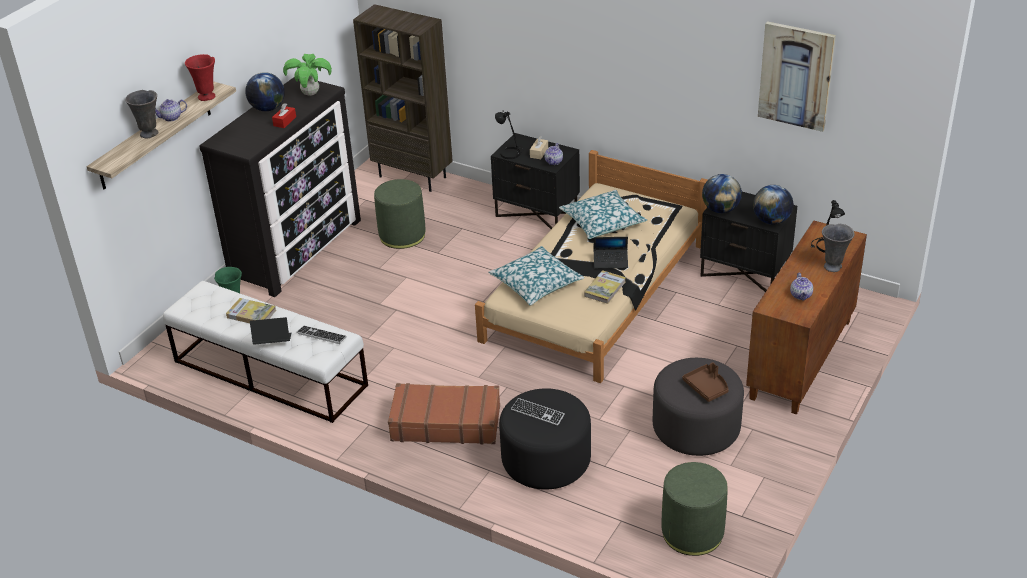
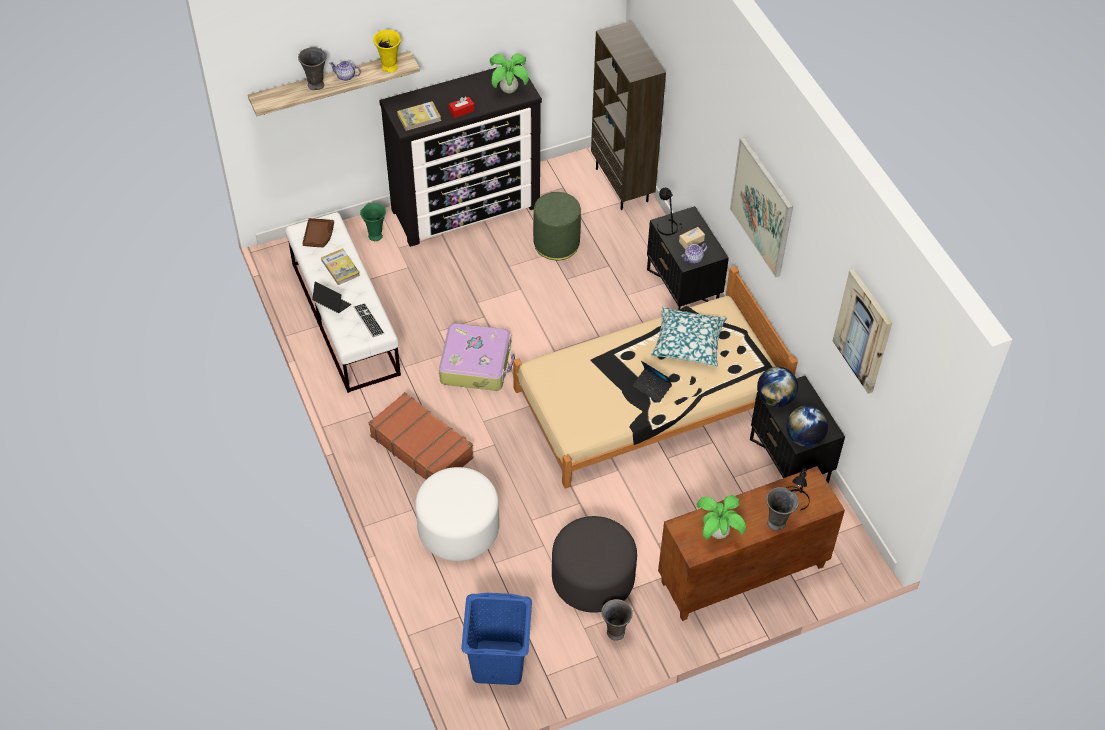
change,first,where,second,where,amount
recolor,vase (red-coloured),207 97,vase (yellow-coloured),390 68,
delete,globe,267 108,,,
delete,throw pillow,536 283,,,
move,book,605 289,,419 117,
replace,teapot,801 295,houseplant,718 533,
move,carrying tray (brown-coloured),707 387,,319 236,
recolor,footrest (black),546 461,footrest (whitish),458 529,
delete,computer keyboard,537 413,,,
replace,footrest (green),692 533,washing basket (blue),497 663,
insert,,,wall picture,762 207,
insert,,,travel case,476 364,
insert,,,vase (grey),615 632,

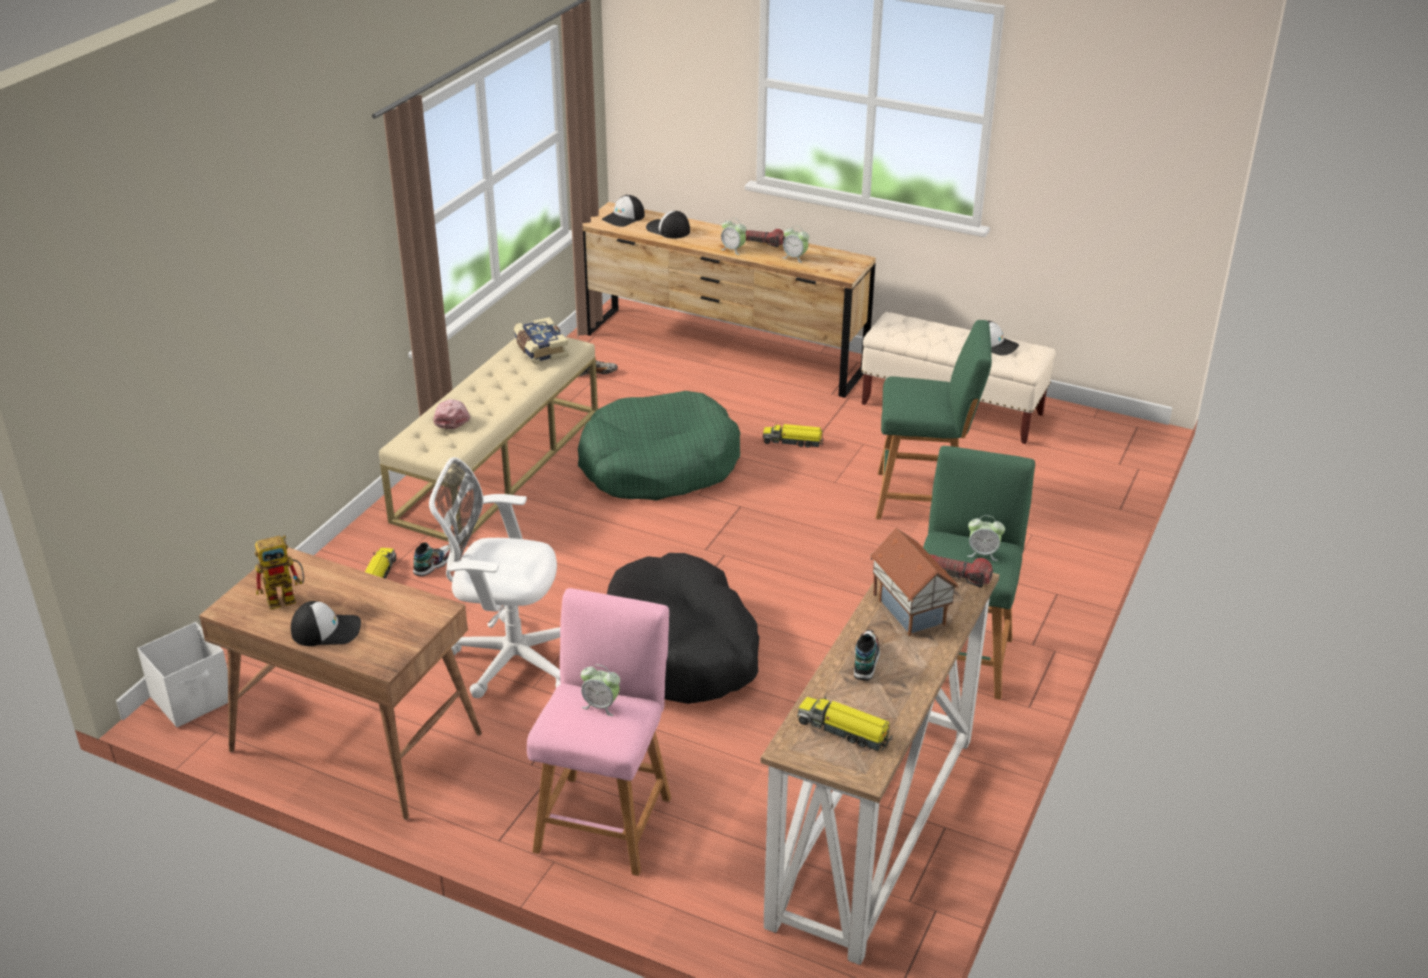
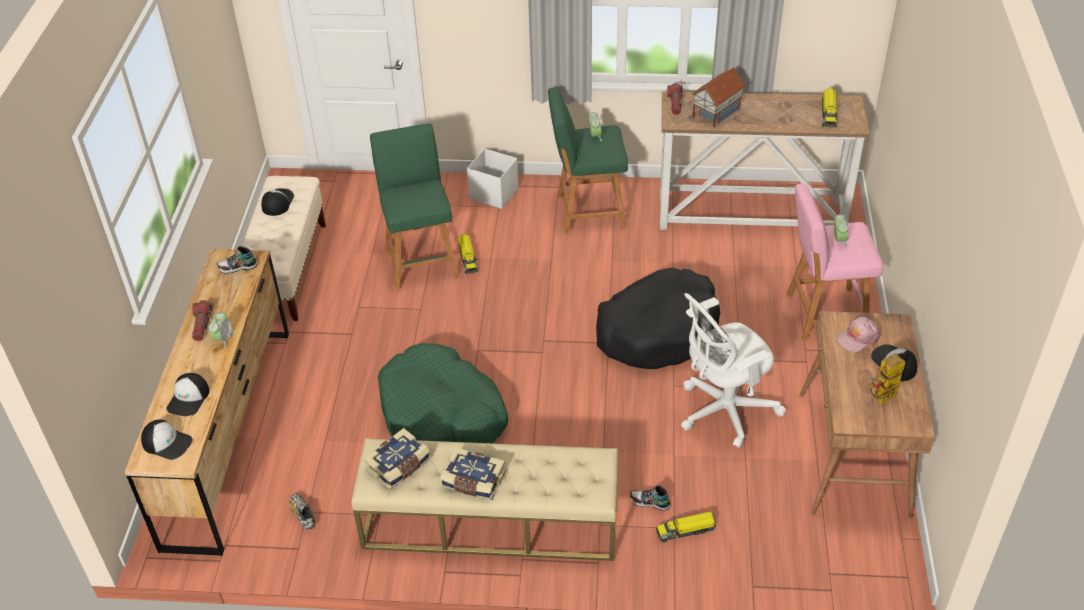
change,first,where,second,where,amount
delete,alarm clock,795 257,,,
move,baseball cap (pinkish),451 418,,857 338,
move,toy lorry,793 442,,468 258,
rotate,desk chair (whitish),509 658,,723 411,75 degrees clockwise
rotate,robot figure,287 597,,881 400,75 degrees counterclockwise
move,storage box (whitish),193 699,,493 193,
move,shoe,865 661,,238 267,
insert,,,book,473 482,

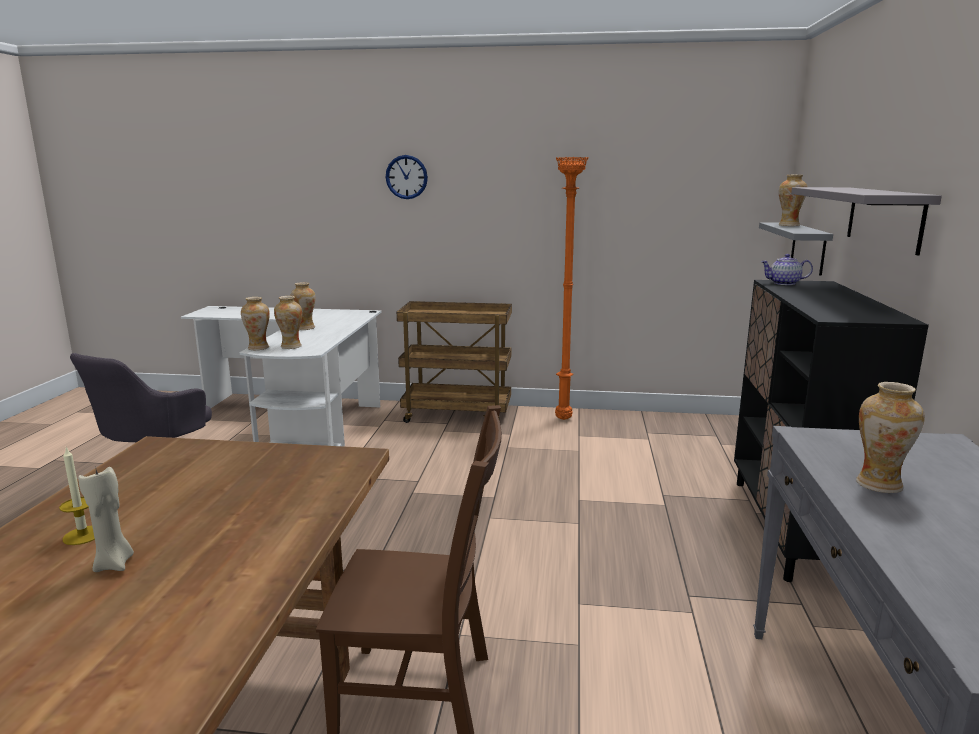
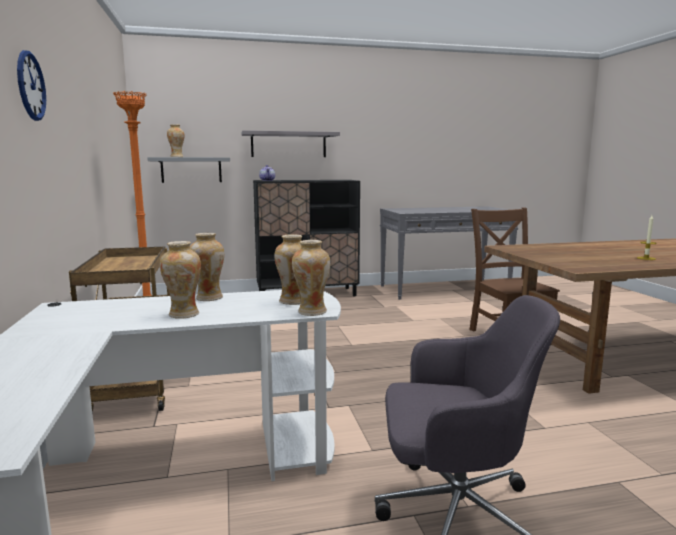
change,first,where,second,where,amount
move,vase,878 484,,209 298,
delete,wax light (sand-coloured),114 564,,,

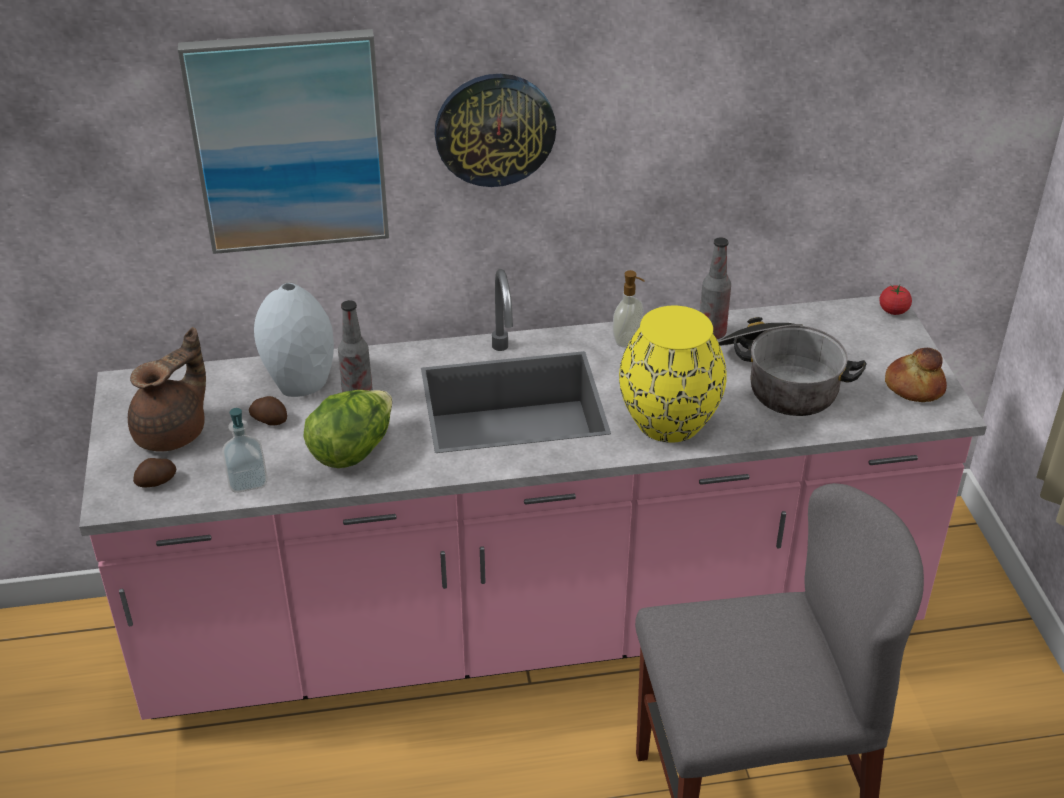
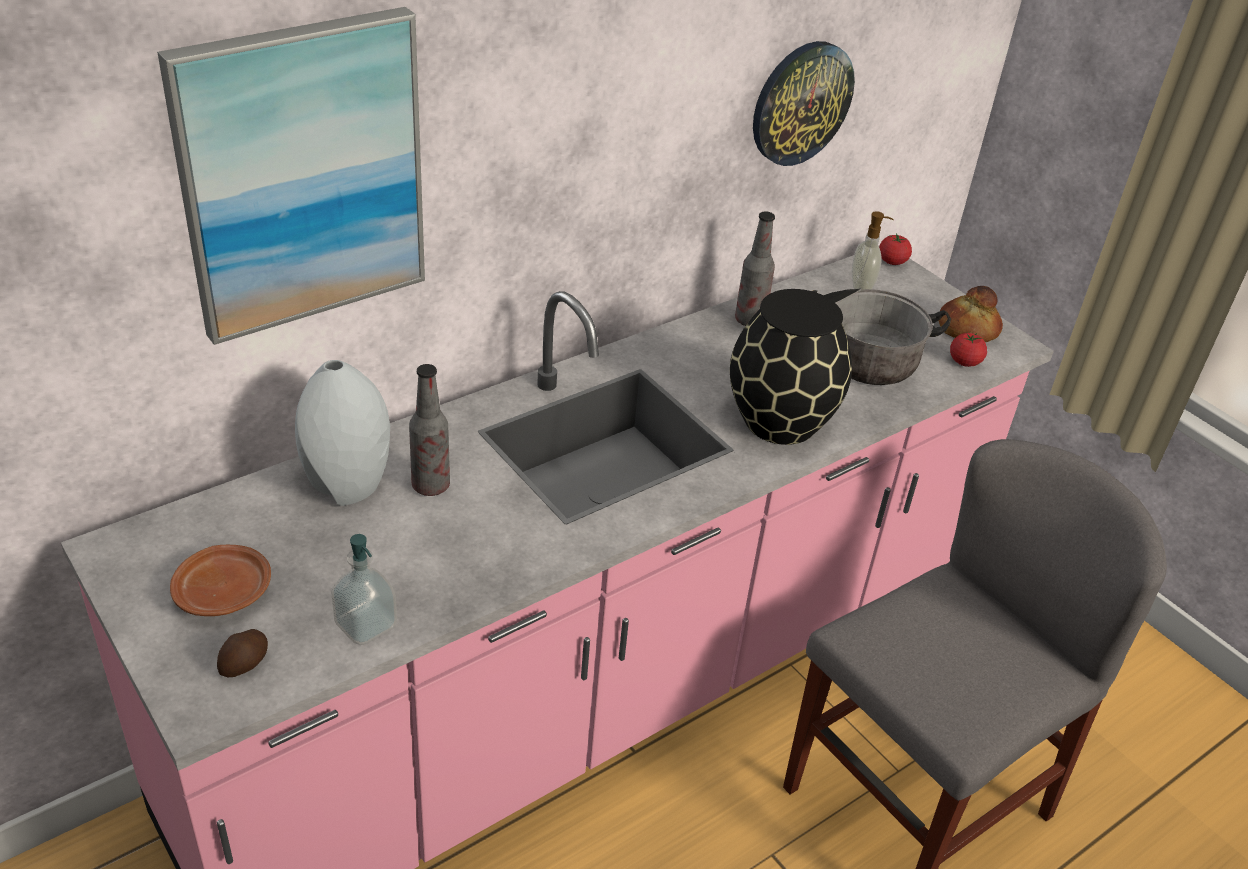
change,first,where,second,where,amount
move,clock on the wall,494 129,,801 103,
move,soap dispenser,628 340,,862 287,
recolor,vase (yellow-coloured),669 420,vase (black),779 420,
replace,teapot (brown-coloured),174 432,dinner plate (brown-coloured),224 592,
delete,head of lettuce,352 450,,,
delete,spud,269 419,,,
insert,,,whole tomato,964 362,

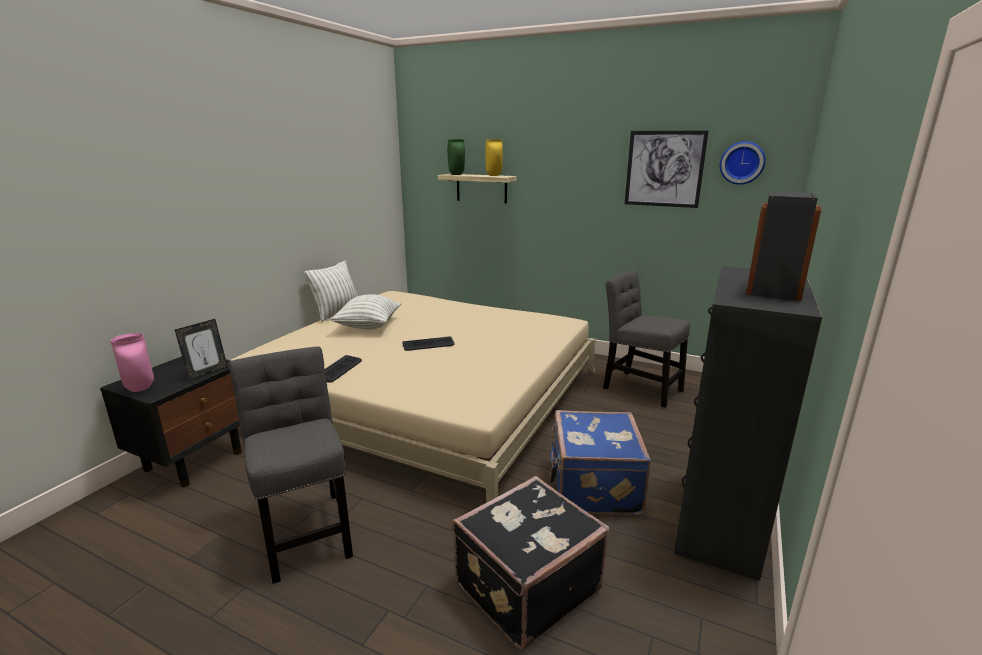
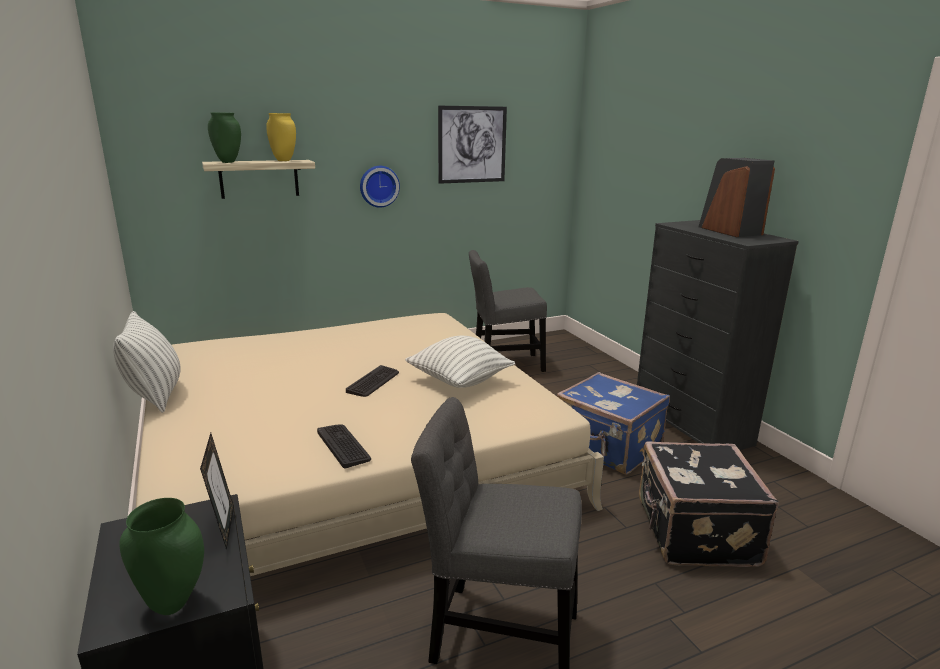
change,first,where,second,where,amount
move,clock on the wall,742 163,,379 186,
move,throw pillow,368 326,,459 382,
recolor,vase (pinkish),141 388,vase (green),174 602,

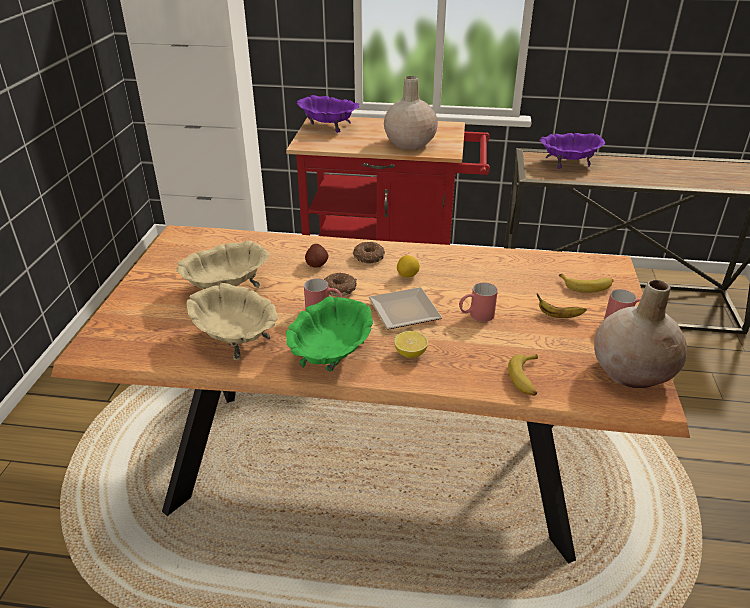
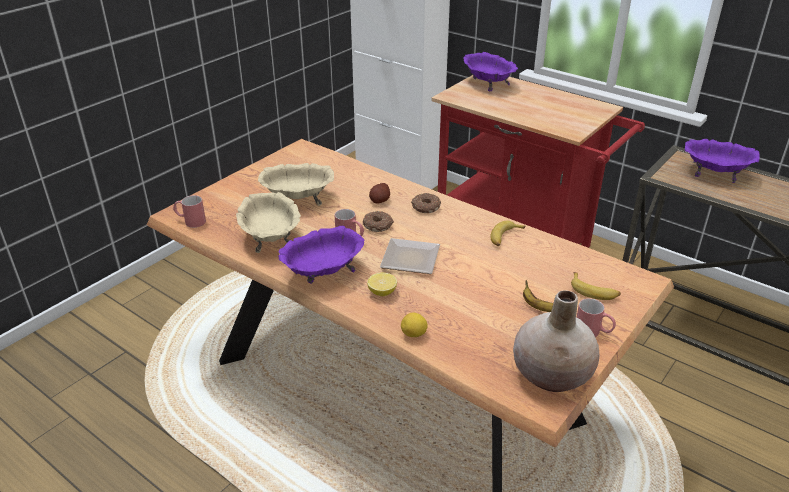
change,first,where,second,where,amount
delete,vase (sand-coloured),409 144,,,
move,lemon,408 276,,414 334,
move,mug (red-coloured),476 316,,190 221,
recolor,deep dish (green),331 356,deep dish (purple-coloured),323 273,
move,whole banana,526 379,,505 237,

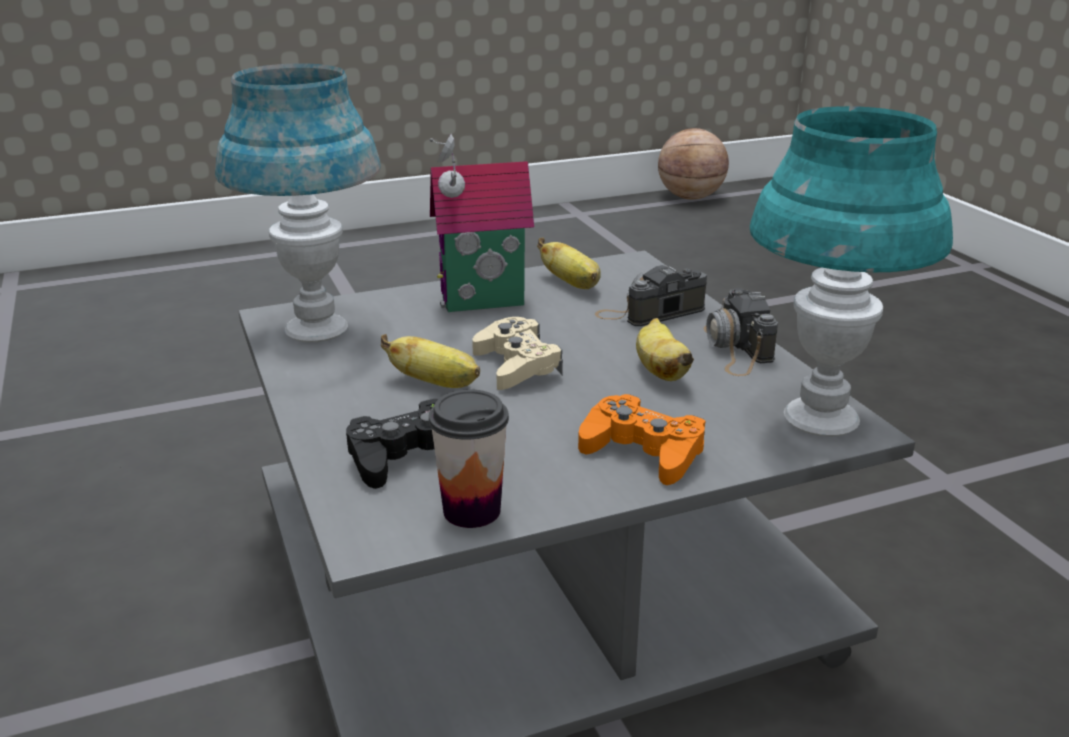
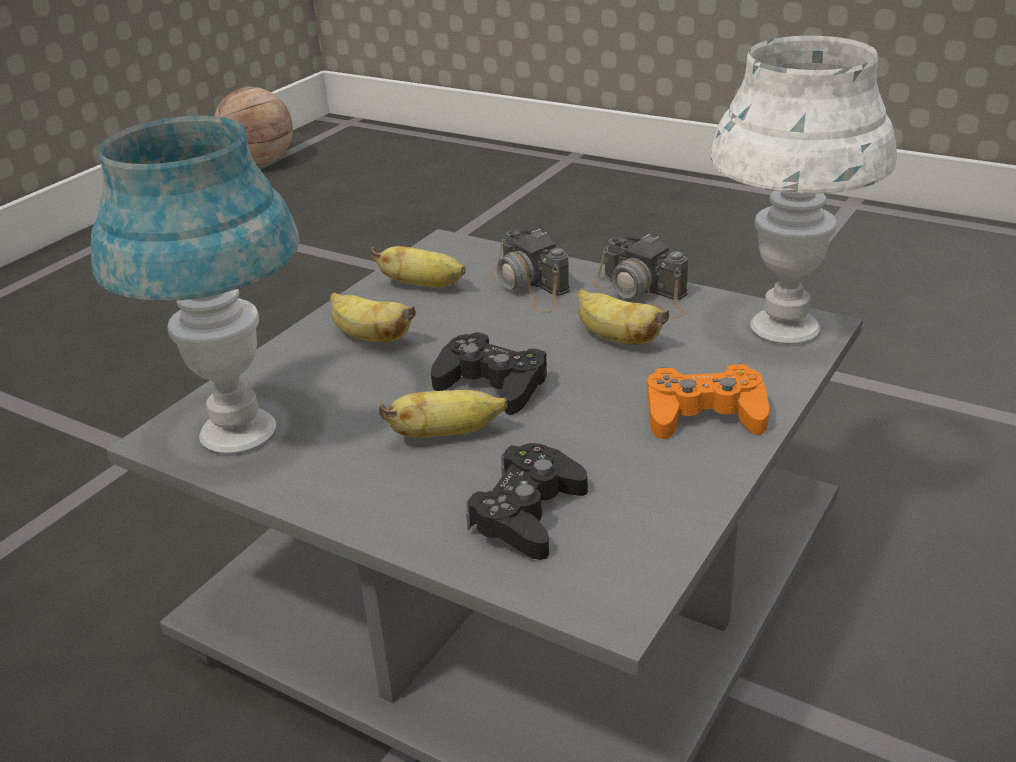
change,first,where,second,where,amount
recolor,table lamp (turquoise-coloured),821 419,table lamp (whitish),785 329,
replace,toy house,483 304,whole banana,370 337,
rotate,still camera,650 311,,530 286,60 degrees counterclockwise
recolor,gamepad (sand-coloured),517 365,gamepad (black),492 385,
delete,small cup,472 511,,,

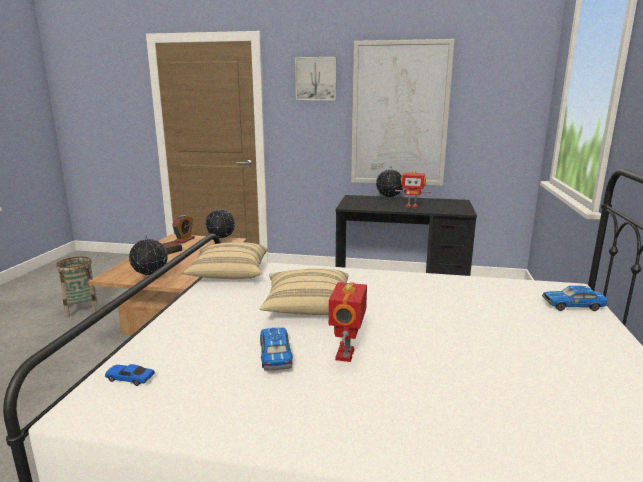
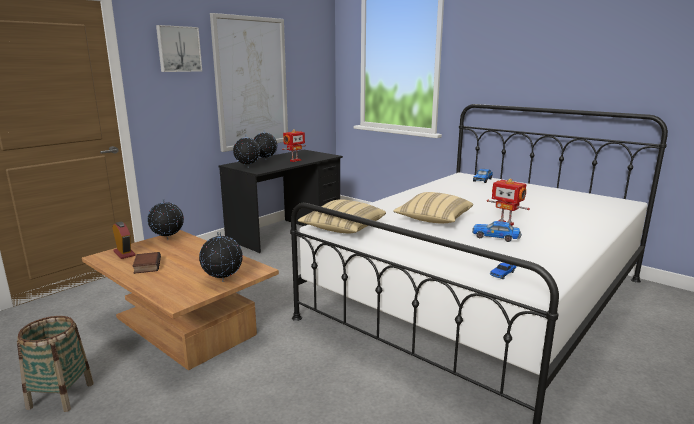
change,first,where,second,where,amount
insert,,,globe,247 167,

